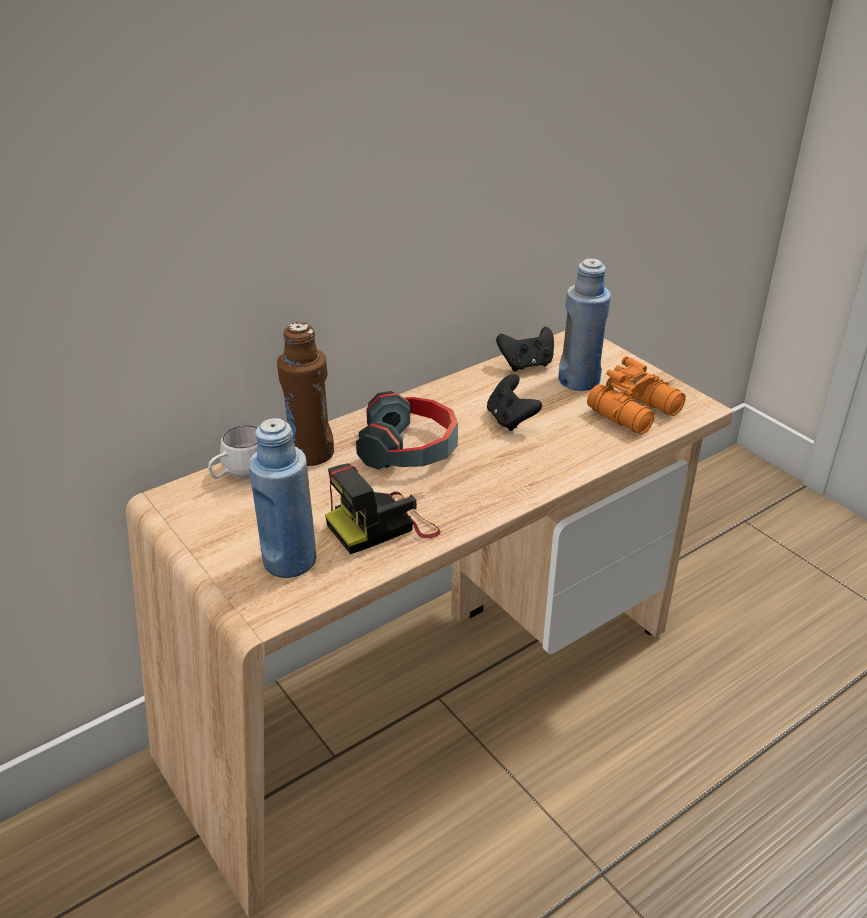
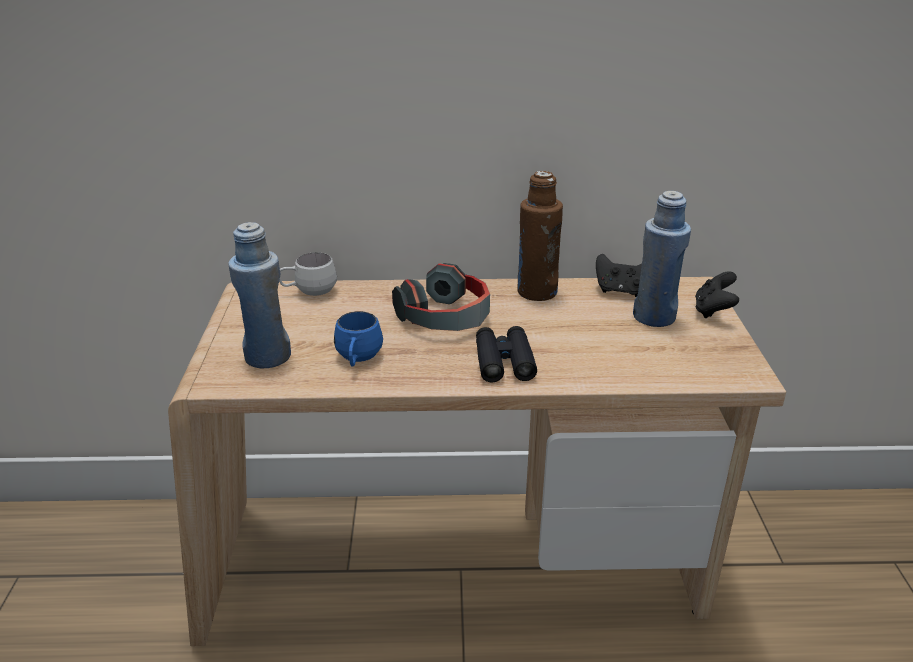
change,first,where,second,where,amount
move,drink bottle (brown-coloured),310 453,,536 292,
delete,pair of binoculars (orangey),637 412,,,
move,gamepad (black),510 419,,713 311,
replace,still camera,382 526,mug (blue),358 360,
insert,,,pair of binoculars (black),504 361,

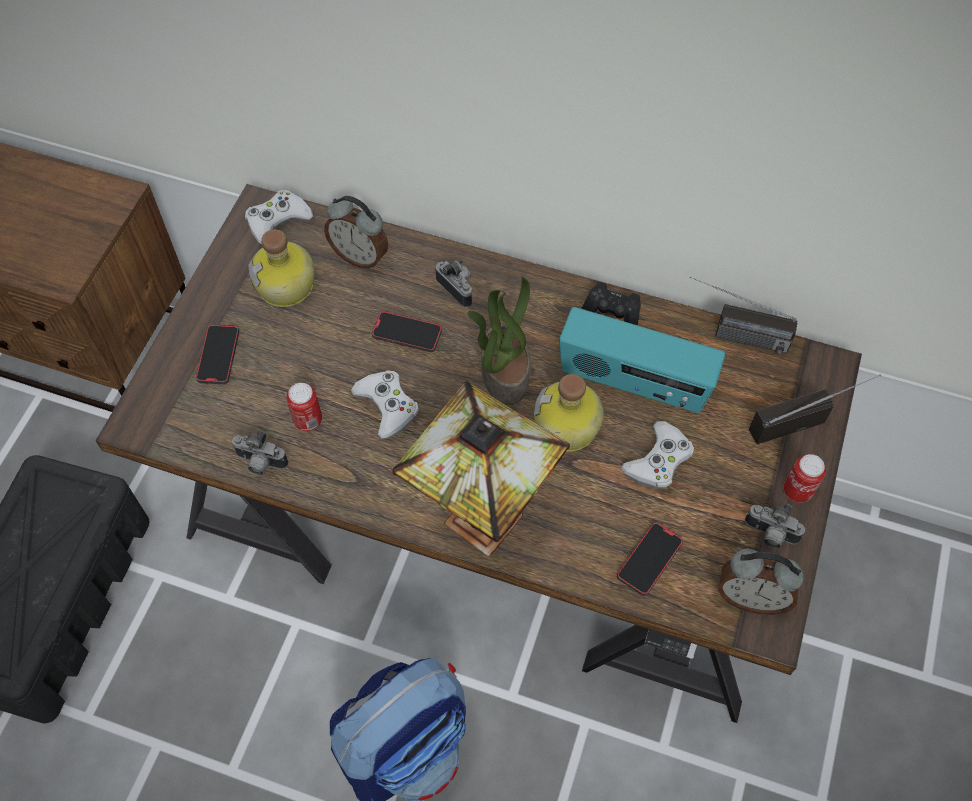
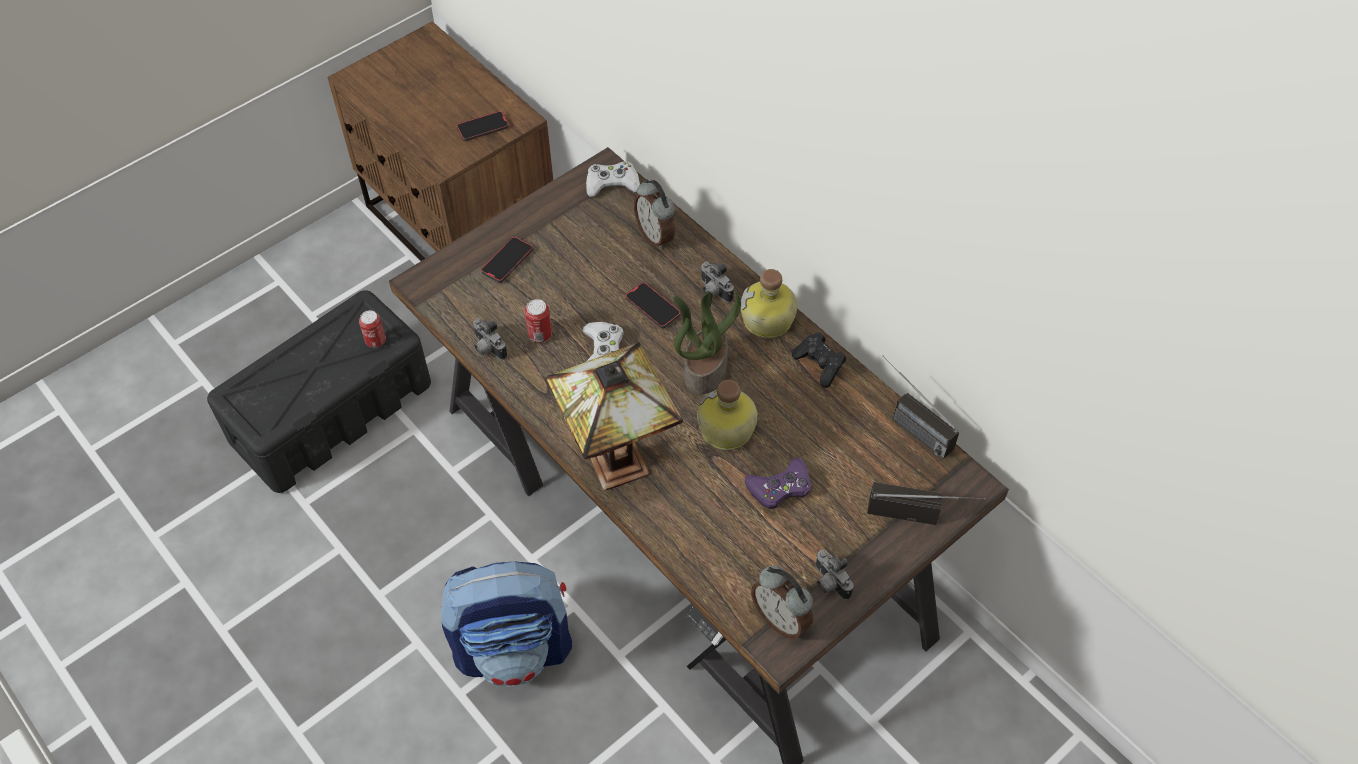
change,first,where,second,where,amount
move,drink bottle,287 286,,768 321,
rotate,still camera,458 289,,713 292,150 degrees clockwise
delete,radio,633 383,,,
recolor,gamepad (whitish),658 461,gamepad (purple-coloured),780 487,
move,can,797 490,,376 341,
move,handset,649 560,,483 128,

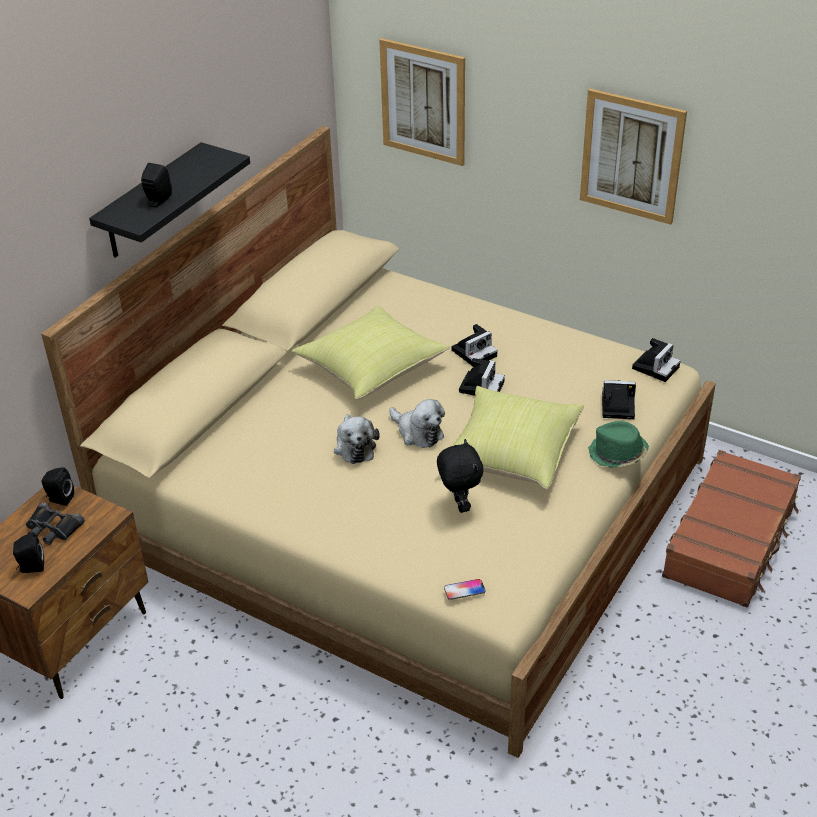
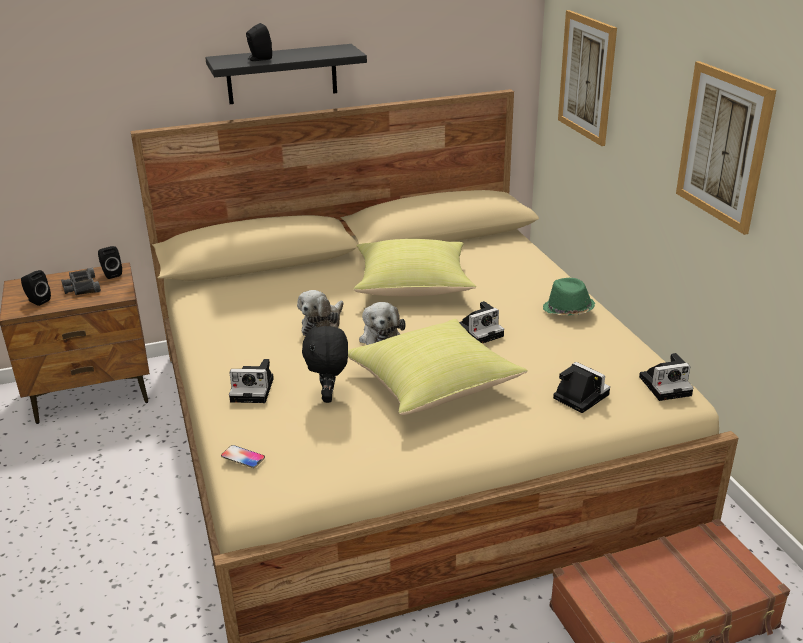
change,first,where,second,where,amount
move,still camera,475 352,,254 389,
move,hat (green),617 454,,567 310,
rotate,plush toy (black),459 505,,329 396,150 degrees clockwise

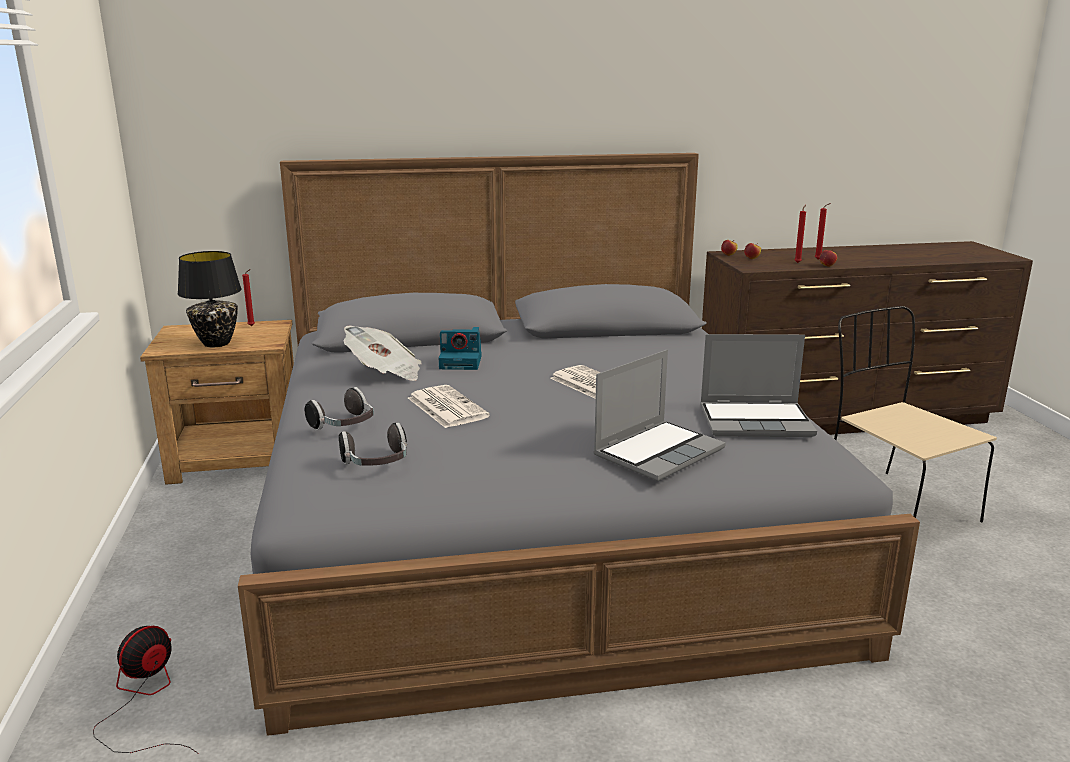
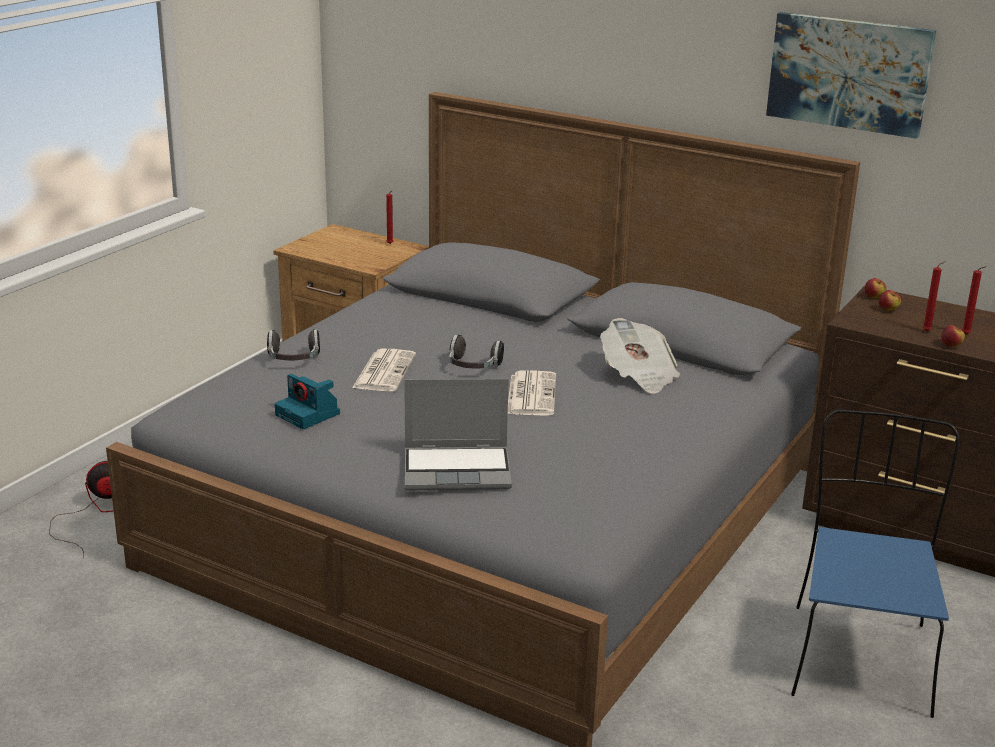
change,first,where,second,where,amount
delete,table lamp (black),217 343,,,
recolor,chair (sand-coloured),892 506,chair (blue),859 657,
move,daily paper,385 373,,638 376,
move,still camera,462 362,,309 414,
delete,portable computer,756 421,,,
move,headset,376 464,,473 367,
insert,,,wall picture,849 73,

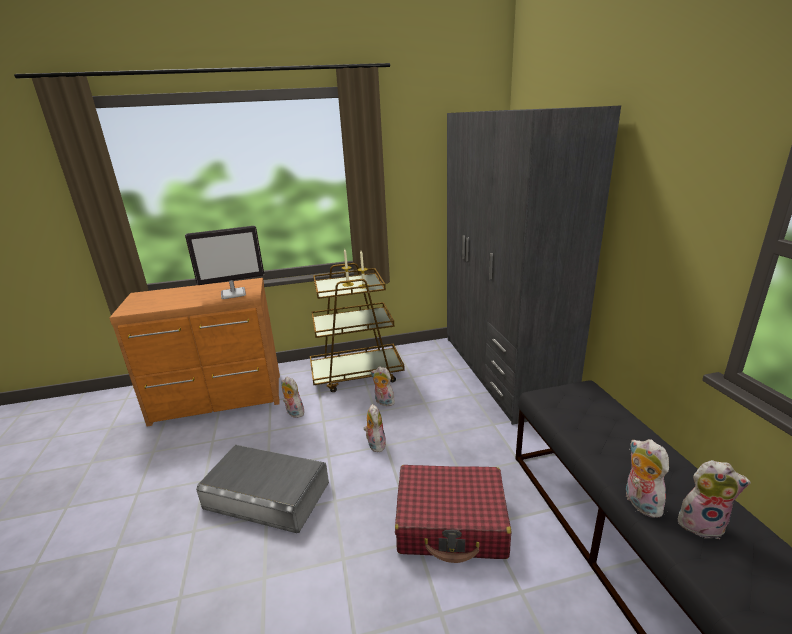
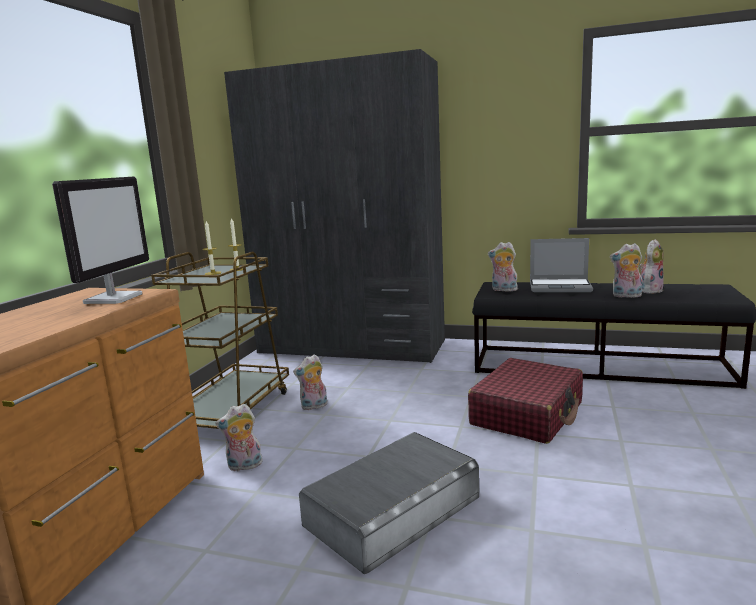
change,first,where,second,where,amount
move,plush toy,375 444,,503 290,
insert,,,portable computer,560 287,

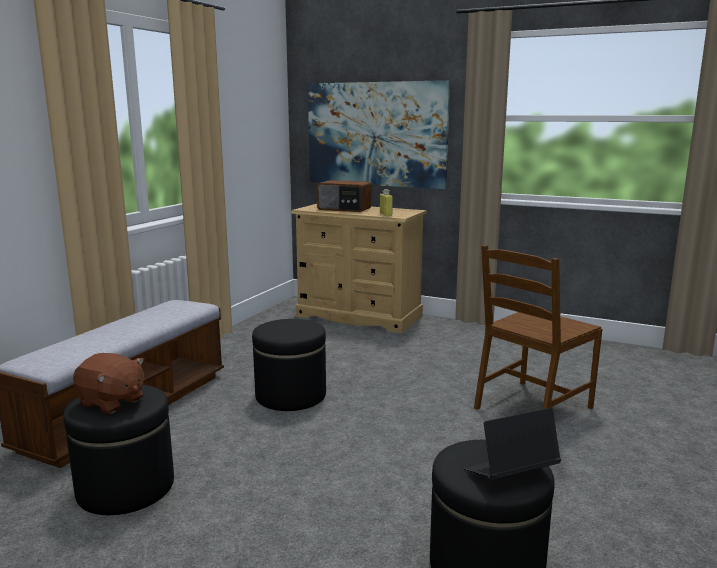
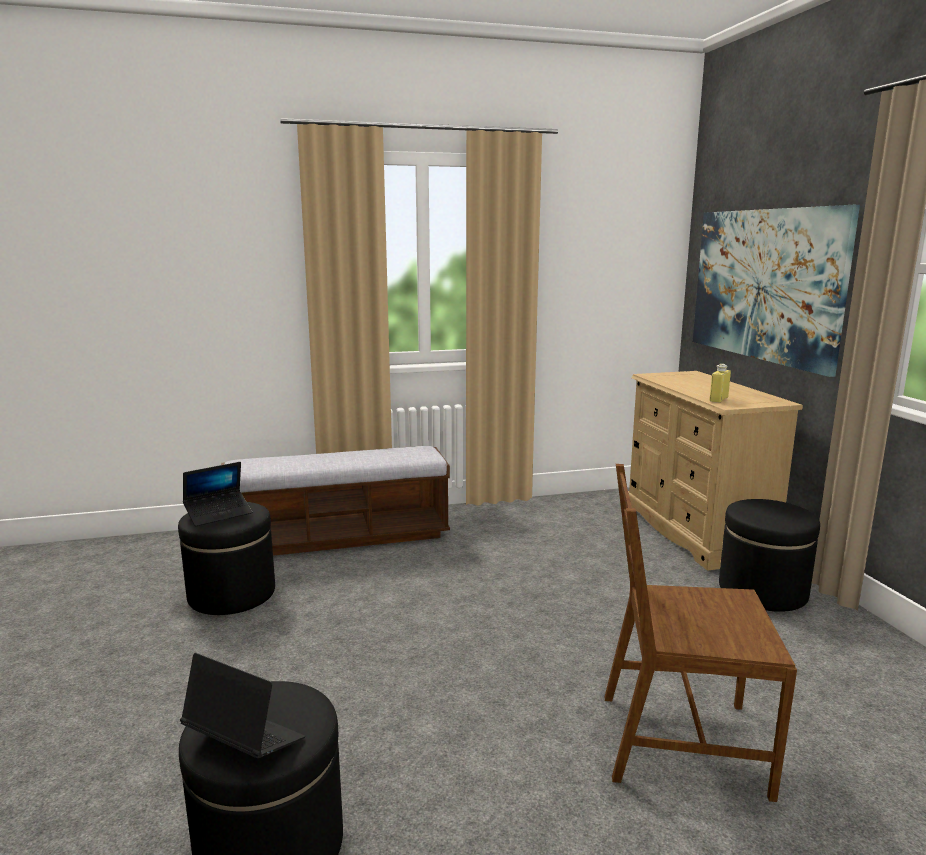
change,first,where,second,where,amount
delete,radio,344 209,,,
move,footrest (black),291 396,,762 591,
replace,plush toy (brown-coloured),112 402,portable computer,218 514,

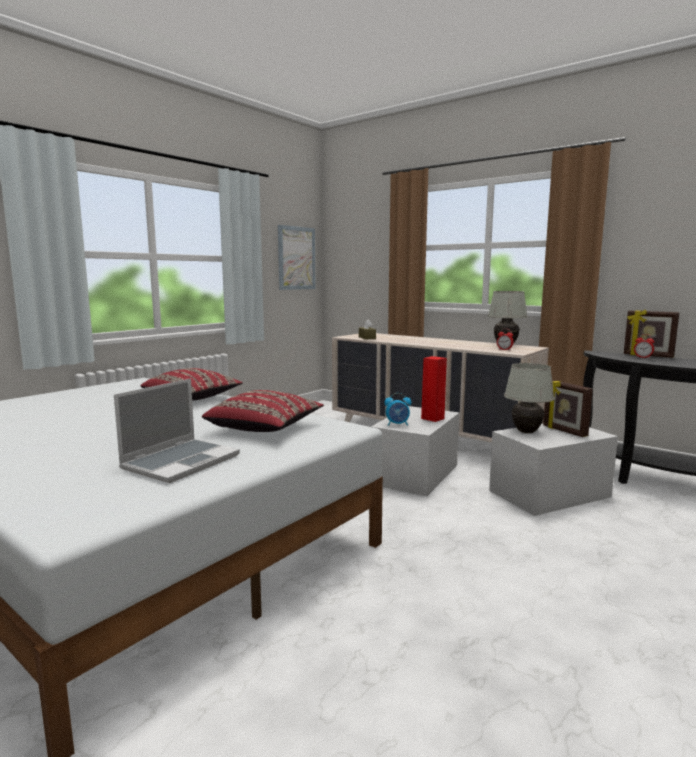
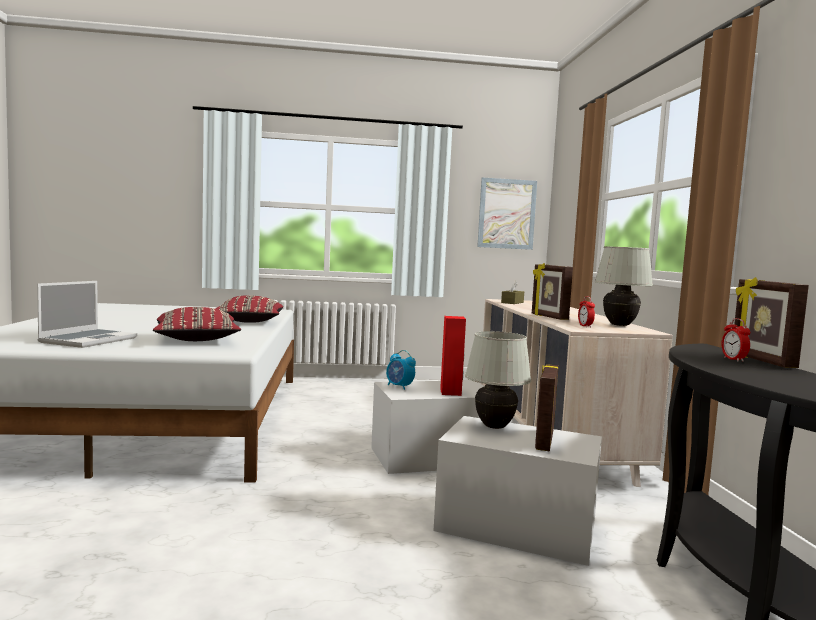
change,first,where,second,where,amount
rotate,portable computer,181 461,,89 340,60 degrees counterclockwise
insert,,,photo frame,548 317,

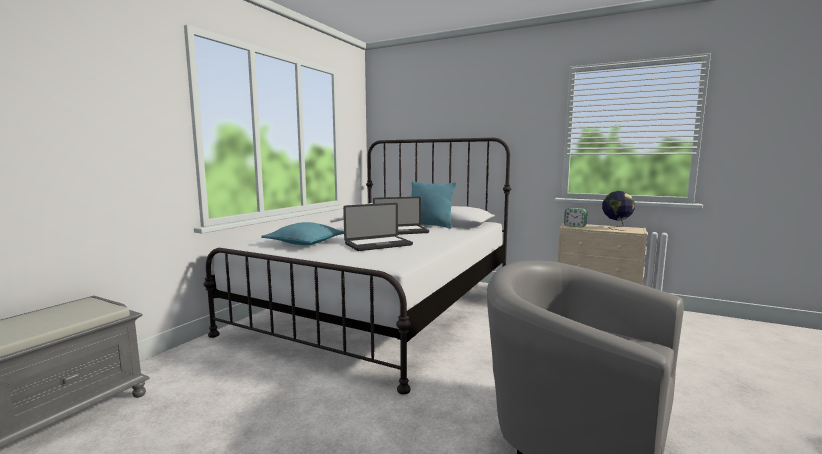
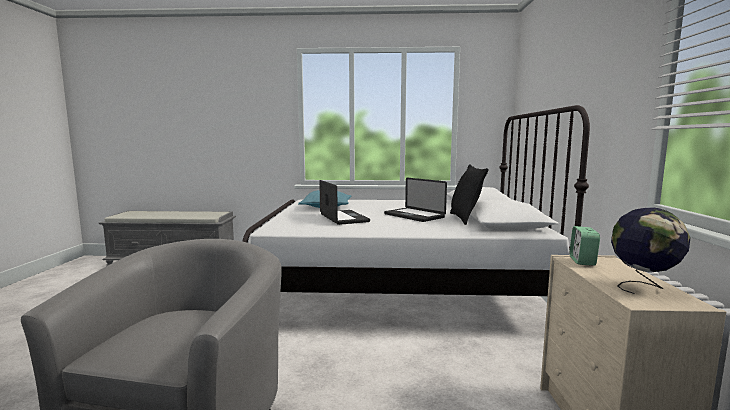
change,first,where,second,where,amount
recolor,throw pillow (turquoise-coloured),430 226,throw pillow (black),465 218,
rotate,portable computer,378 245,,343 218,150 degrees counterclockwise

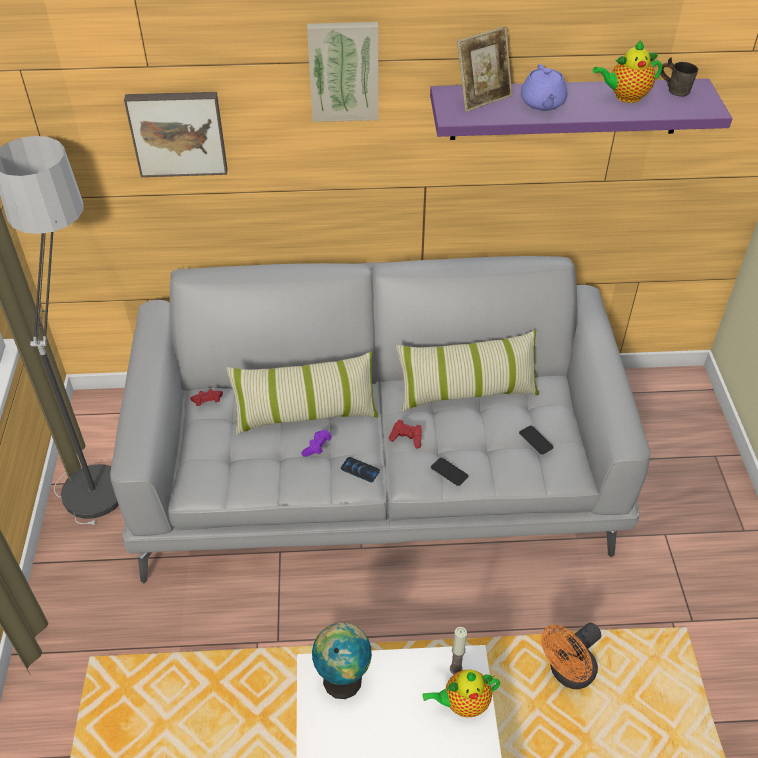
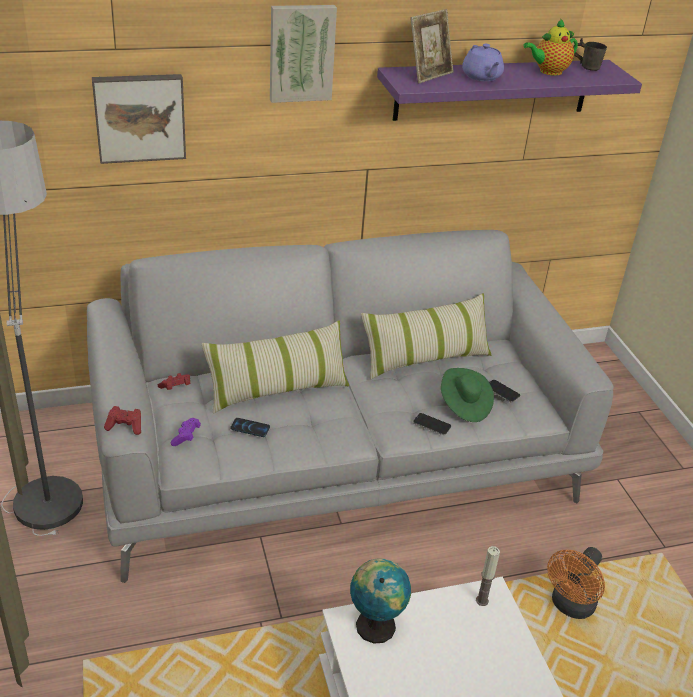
change,first,where,second,where,amount
move,gamepad (red-coloured),407 438,,125 426,
move,gamepad (purple-coloured),317 448,,186 437,
move,handset,360 470,,250 428,
delete,teapot,463 703,,,
insert,,,hat (green),464 405,

